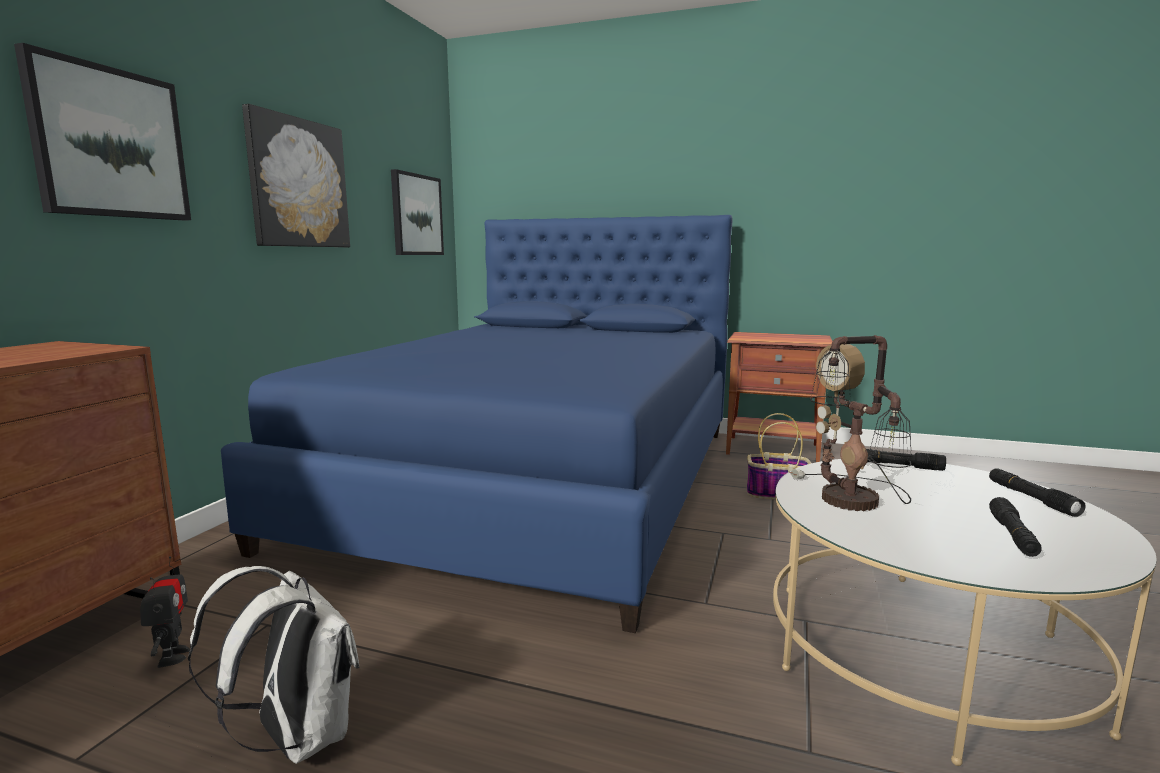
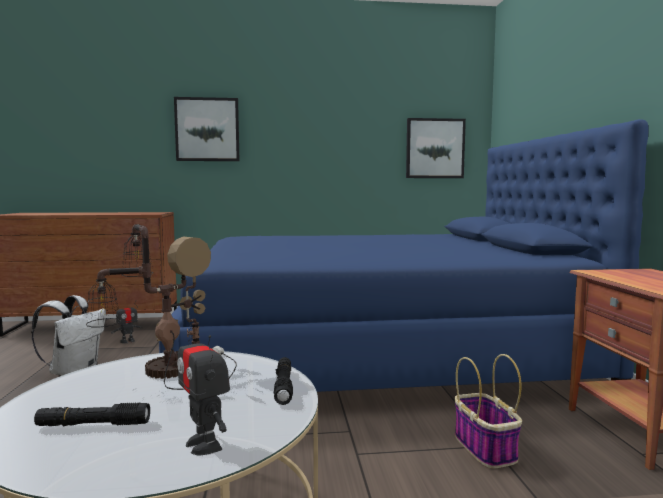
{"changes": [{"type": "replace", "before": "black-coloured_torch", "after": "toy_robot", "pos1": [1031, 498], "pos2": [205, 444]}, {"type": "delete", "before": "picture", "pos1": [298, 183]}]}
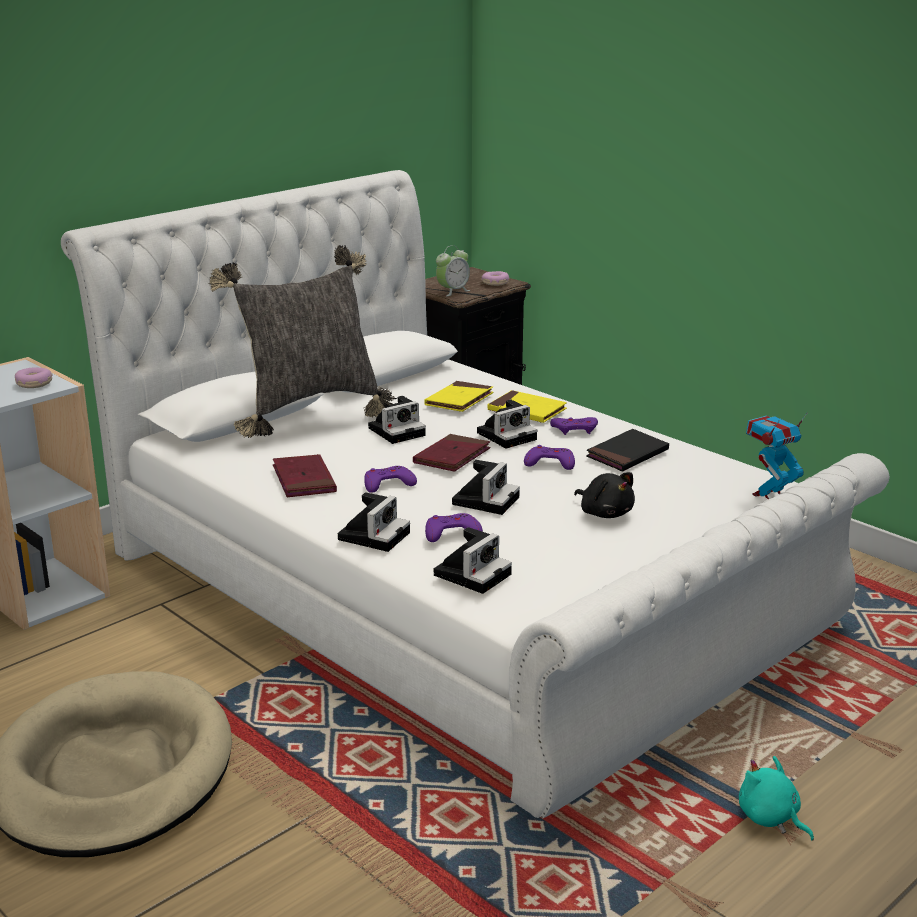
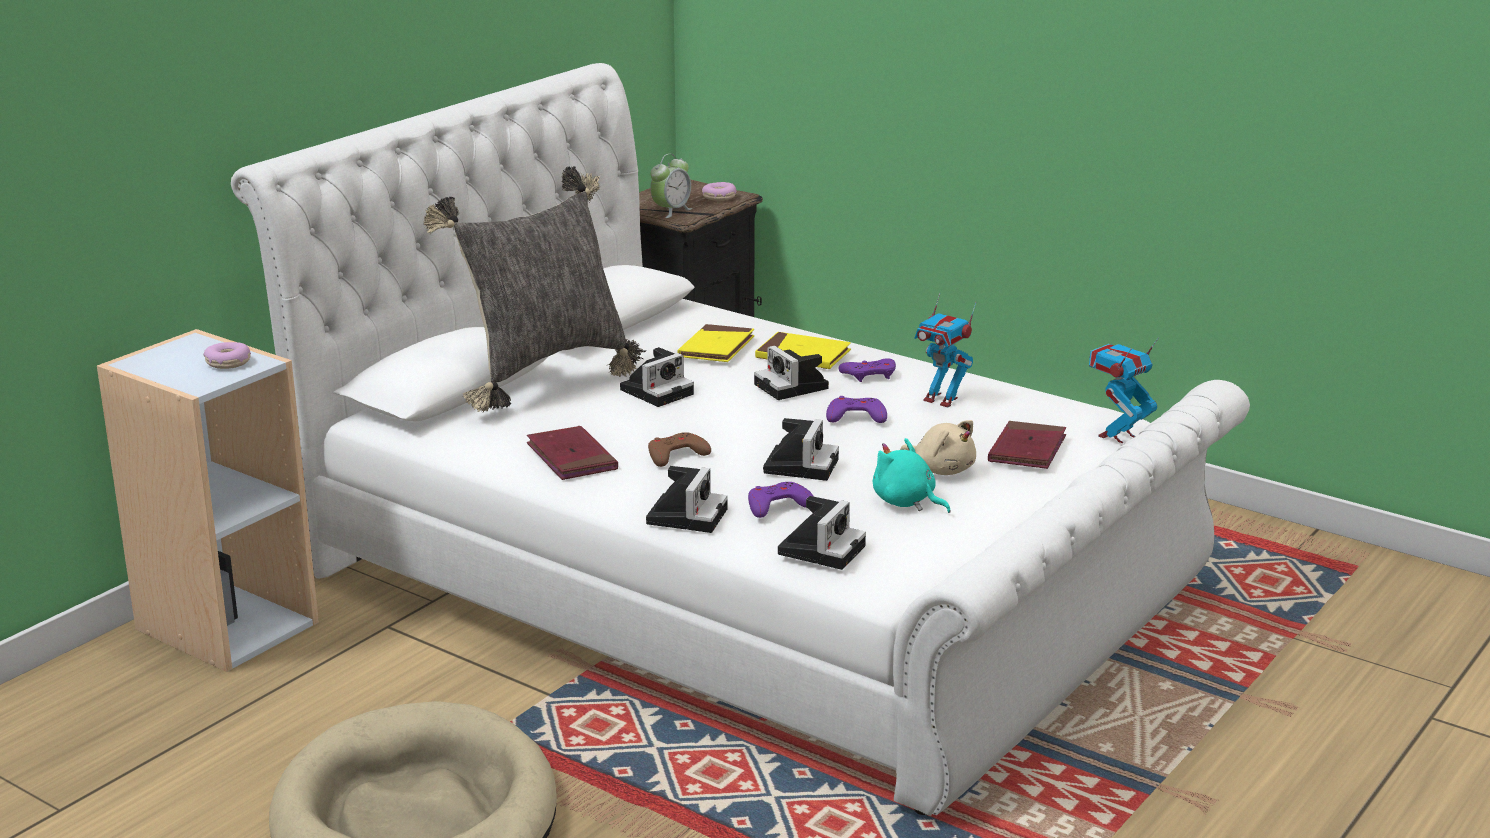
{"changes": [{"type": "recolor", "before": "purple-coloured_joypad", "after": "brown_joypad", "pos1": [388, 484], "pos2": [676, 455]}, {"type": "rotate", "before": "still_camera", "pos1": [508, 435], "pos2": [793, 387], "turn": 105}, {"type": "move", "before": "turquoise_soft_toy", "pos1": [770, 818], "pos2": [906, 502]}, {"type": "recolor", "before": "black-coloured_soft_toy", "after": "beige-coloured_soft_toy", "pos1": [605, 513], "pos2": [941, 469]}, {"type": "replace", "before": "black-coloured_book", "after": "toy_robot", "pos1": [627, 454], "pos2": [942, 400]}, {"type": "move", "before": "reddish_book", "pos1": [452, 457], "pos2": [1027, 450]}]}
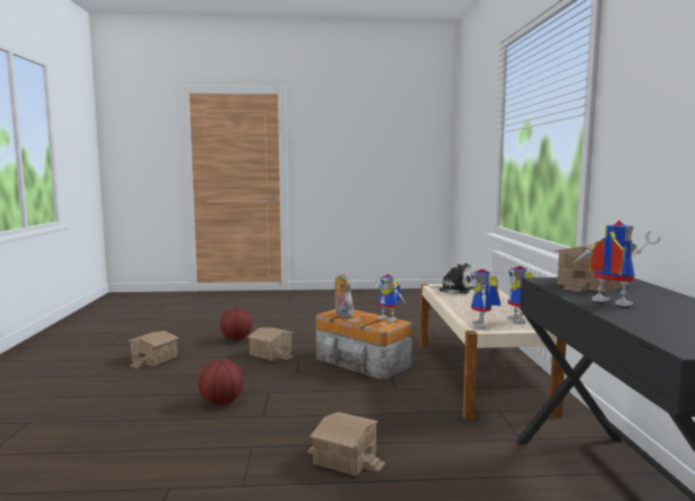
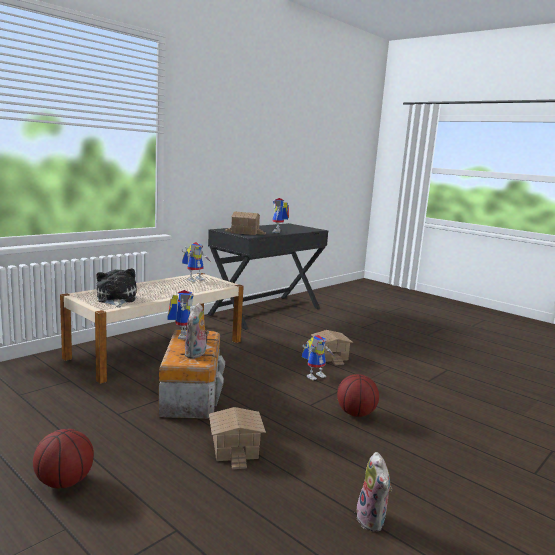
{"changes": [{"type": "move", "before": "basketball", "pos1": [236, 338], "pos2": [64, 482]}, {"type": "move", "before": "toy_robot", "pos1": [483, 326], "pos2": [315, 375]}, {"type": "replace", "before": "model_house", "after": "soft_toy", "pos1": [155, 359], "pos2": [373, 520]}]}
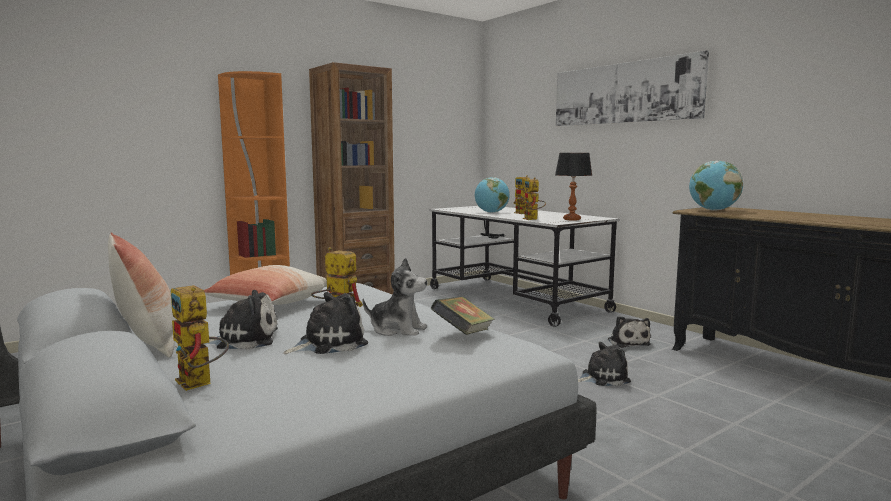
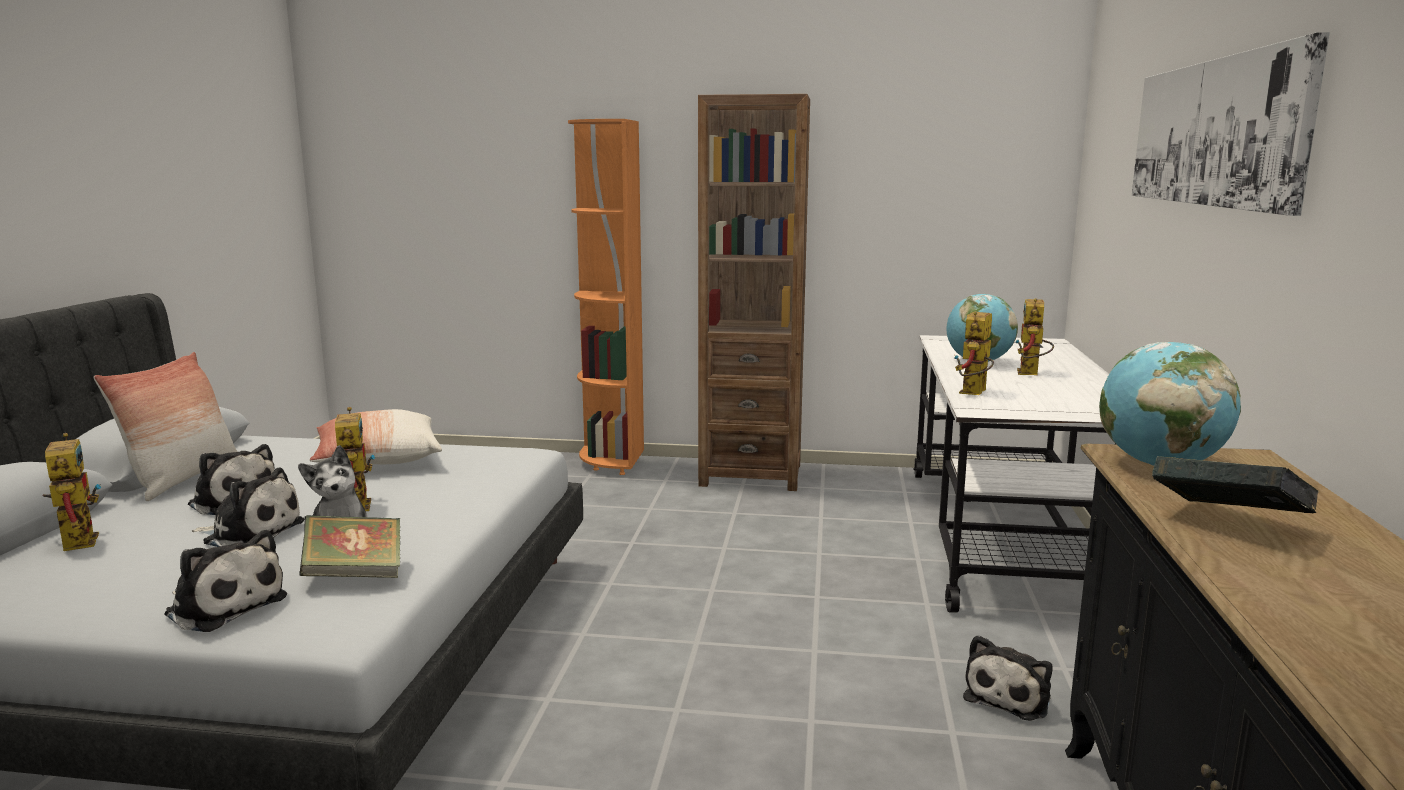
{"changes": [{"type": "rotate", "before": "toy_robot", "pos1": [200, 384], "pos2": [77, 539], "turn": 150}, {"type": "move", "before": "soft_toy", "pos1": [602, 378], "pos2": [224, 605]}, {"type": "insert", "after": "book", "pos2": [1227, 522]}, {"type": "delete", "before": "lamp_for_a_table", "pos1": [572, 219]}]}
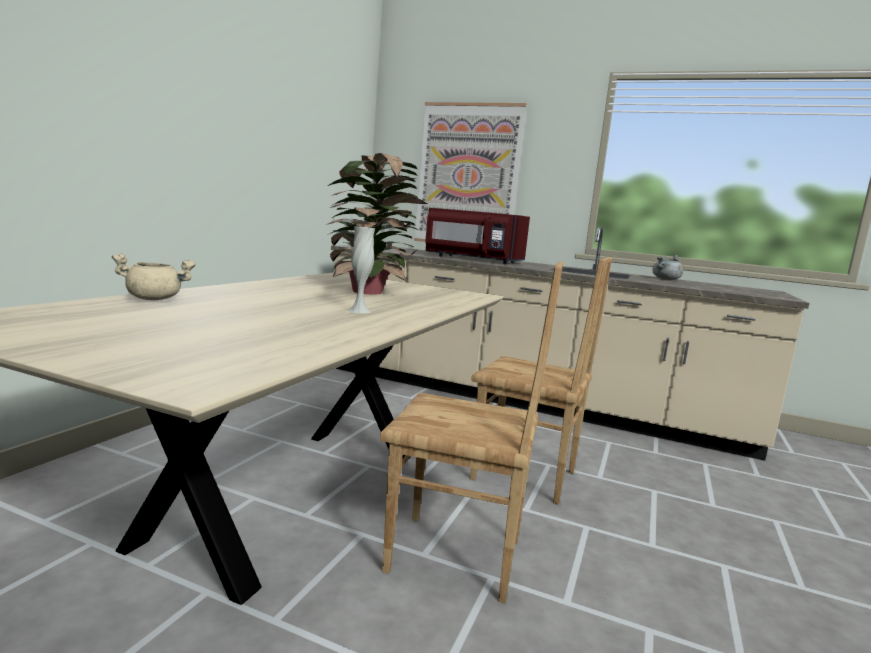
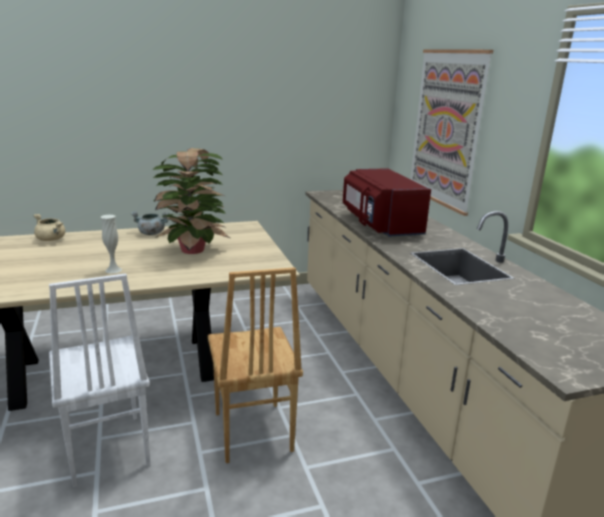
{"changes": [{"type": "recolor", "before": "brown_chair", "after": "white_chair", "pos1": [455, 558], "pos2": [106, 450]}, {"type": "move", "before": "gray_saucepot", "pos1": [666, 279], "pos2": [151, 233]}]}
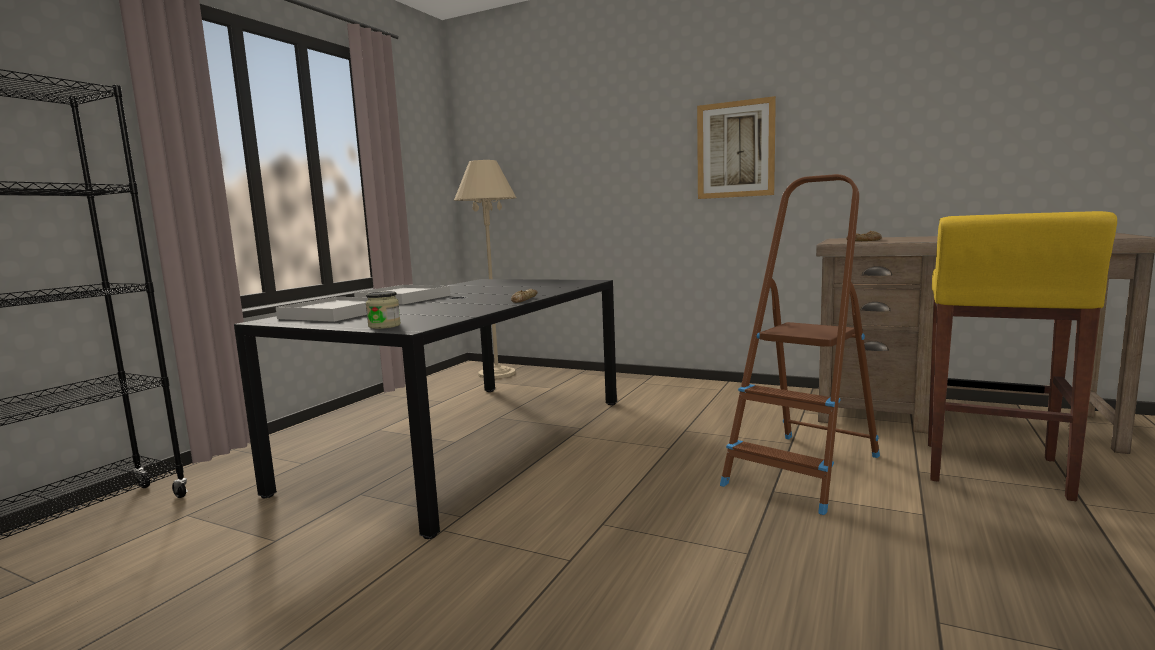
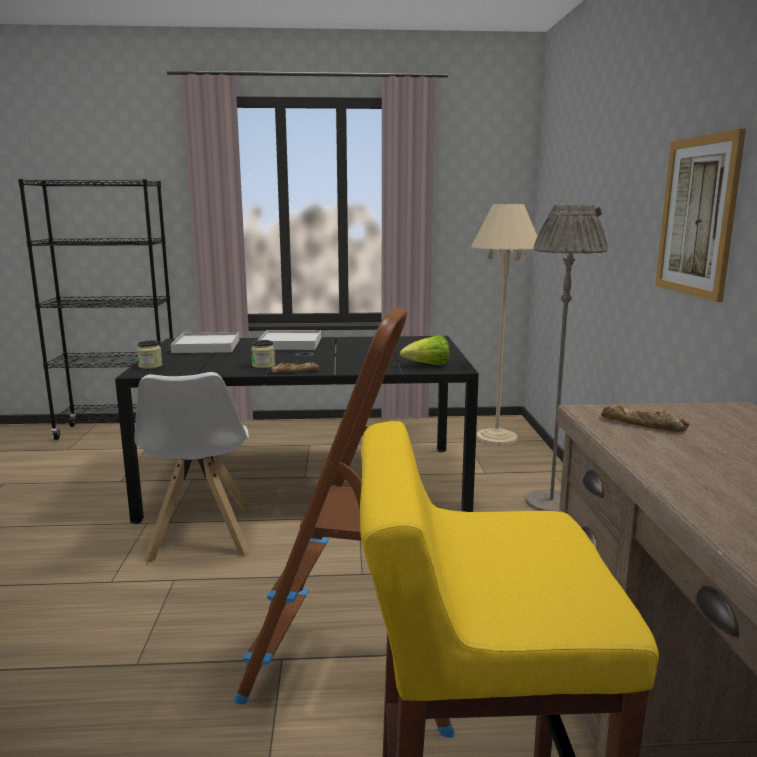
{"changes": [{"type": "insert", "after": "chair", "pos2": [201, 535]}, {"type": "insert", "after": "storage_jar", "pos2": [263, 365]}, {"type": "insert", "after": "lettuce_head", "pos2": [427, 365]}, {"type": "insert", "after": "gray_standard_lamp", "pos2": [551, 502]}]}
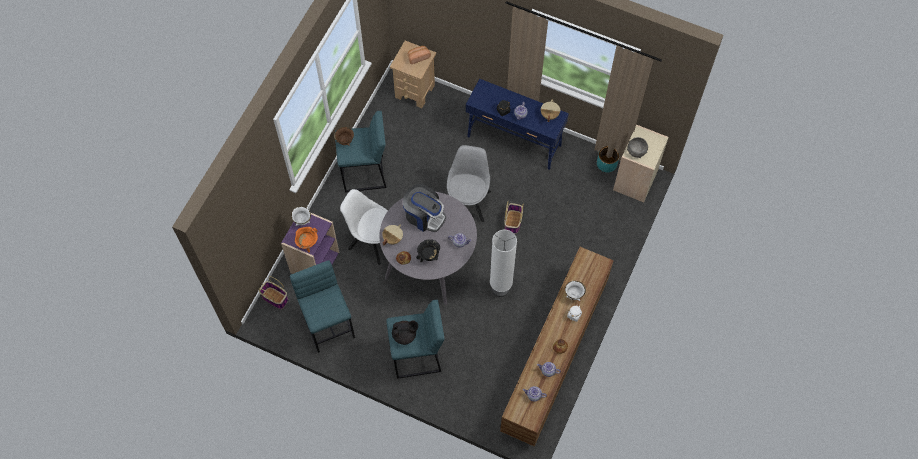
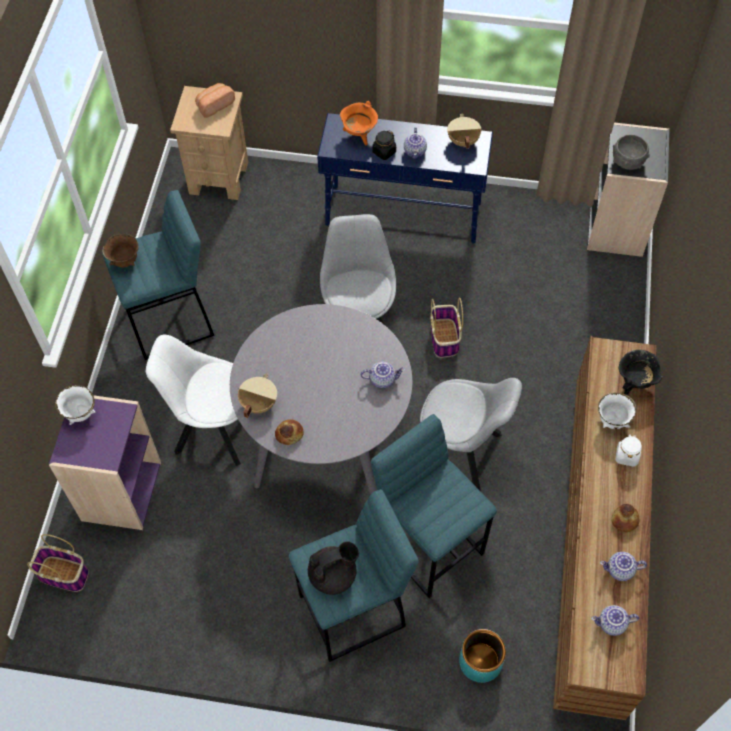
{"changes": [{"type": "move", "before": "orange-coloured_saucepot", "pos1": [307, 243], "pos2": [359, 135]}, {"type": "move", "before": "turquoise_stool", "pos1": [328, 325], "pos2": [428, 544]}, {"type": "replace", "before": "white_standard_lamp", "after": "gray_chair", "pos1": [500, 289], "pos2": [461, 452]}, {"type": "move", "before": "turquoise_planter", "pos1": [607, 163], "pos2": [481, 661]}, {"type": "recolor", "before": "beige-coloured_bookcase", "after": "black-coloured_bookcase", "pos1": [635, 181], "pos2": [617, 228]}, {"type": "move", "before": "black-coloured_saucepot", "pos1": [429, 256], "pos2": [634, 383]}, {"type": "delete", "before": "coffee_machine", "pos1": [424, 215]}]}
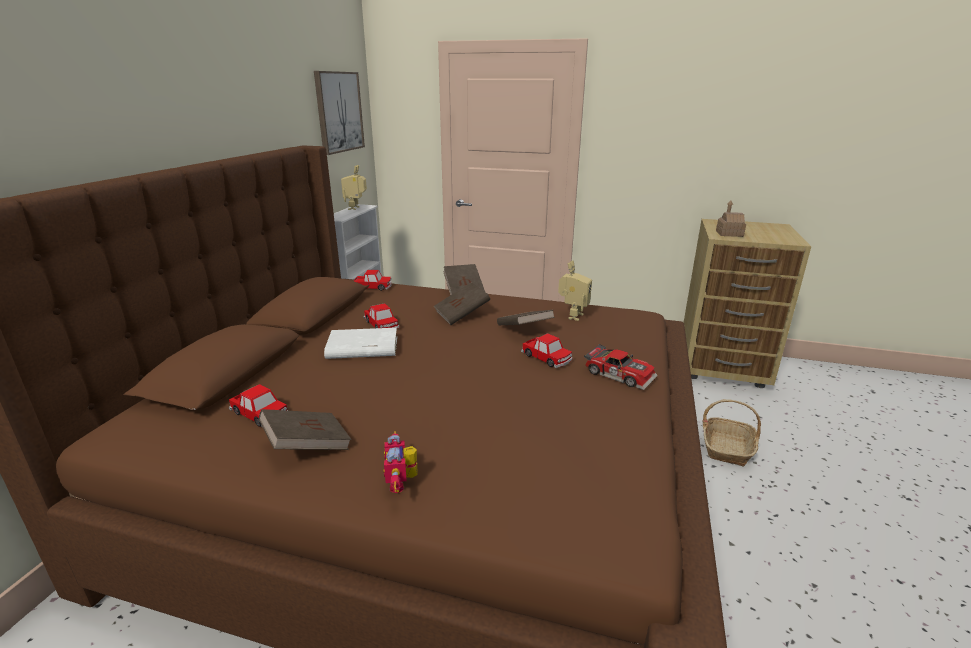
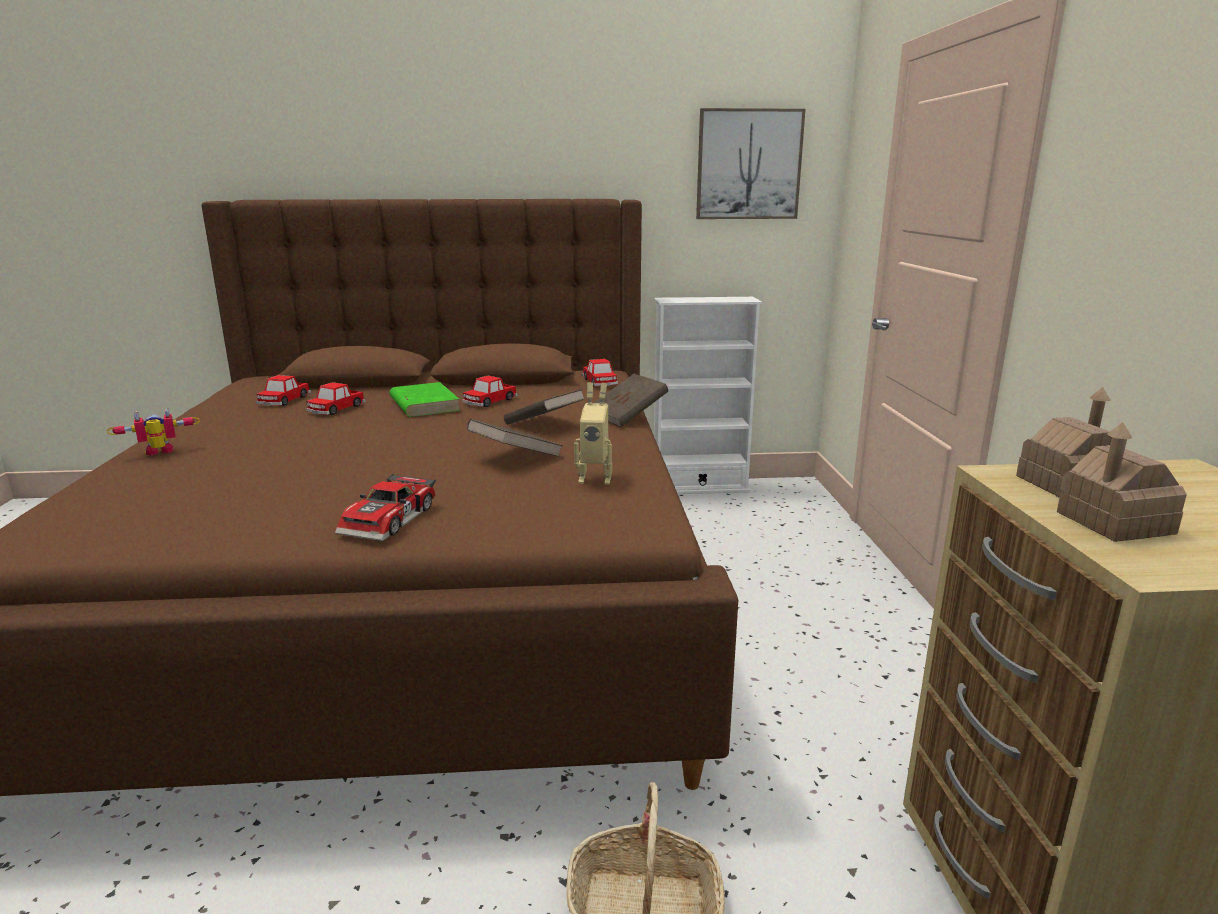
{"changes": [{"type": "move", "before": "toy_car", "pos1": [546, 358], "pos2": [336, 409]}, {"type": "recolor", "before": "white_book", "after": "greenish_book", "pos1": [362, 348], "pos2": [424, 404]}, {"type": "insert", "after": "model_house", "pos2": [1114, 523]}, {"type": "delete", "before": "brown_book", "pos1": [307, 445]}, {"type": "delete", "before": "toy_robot", "pos1": [356, 208]}]}
